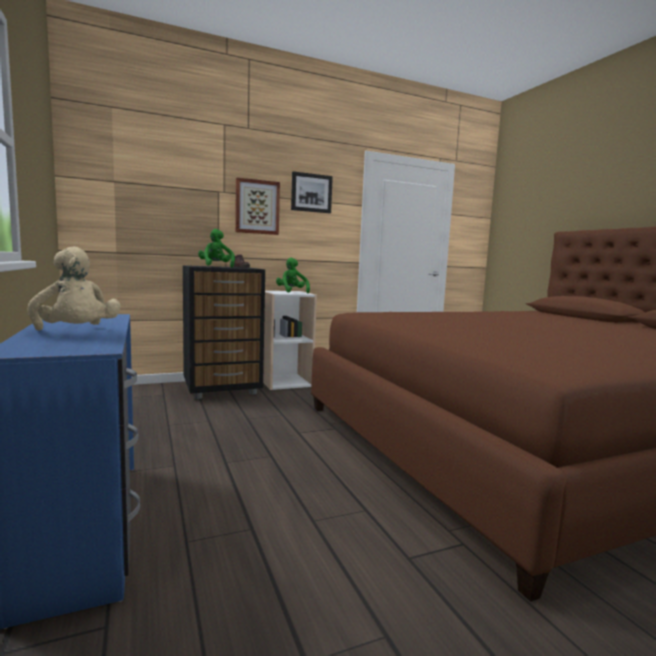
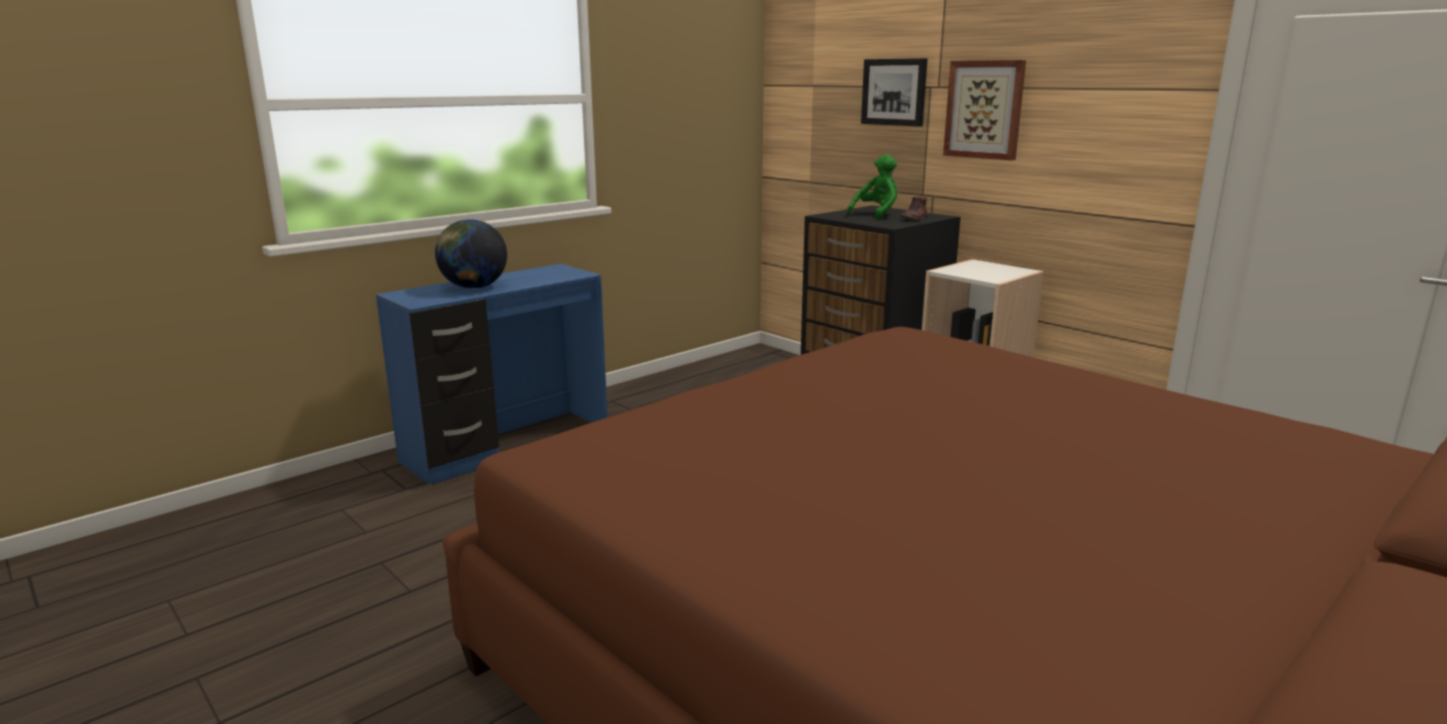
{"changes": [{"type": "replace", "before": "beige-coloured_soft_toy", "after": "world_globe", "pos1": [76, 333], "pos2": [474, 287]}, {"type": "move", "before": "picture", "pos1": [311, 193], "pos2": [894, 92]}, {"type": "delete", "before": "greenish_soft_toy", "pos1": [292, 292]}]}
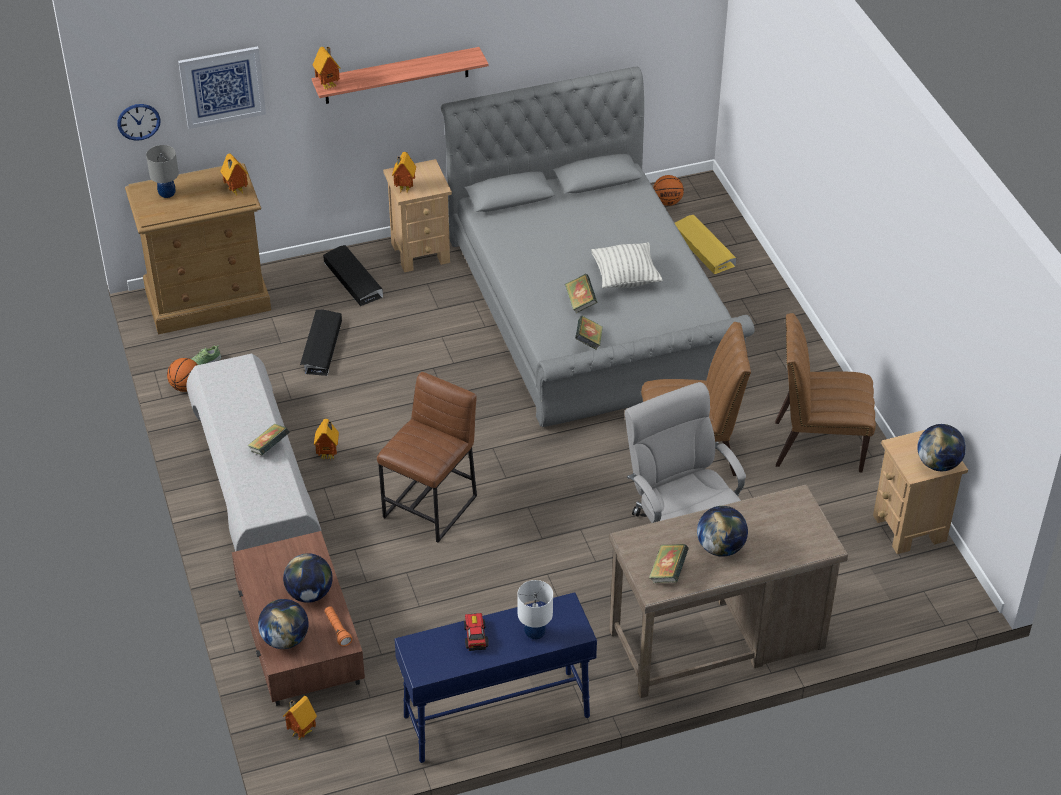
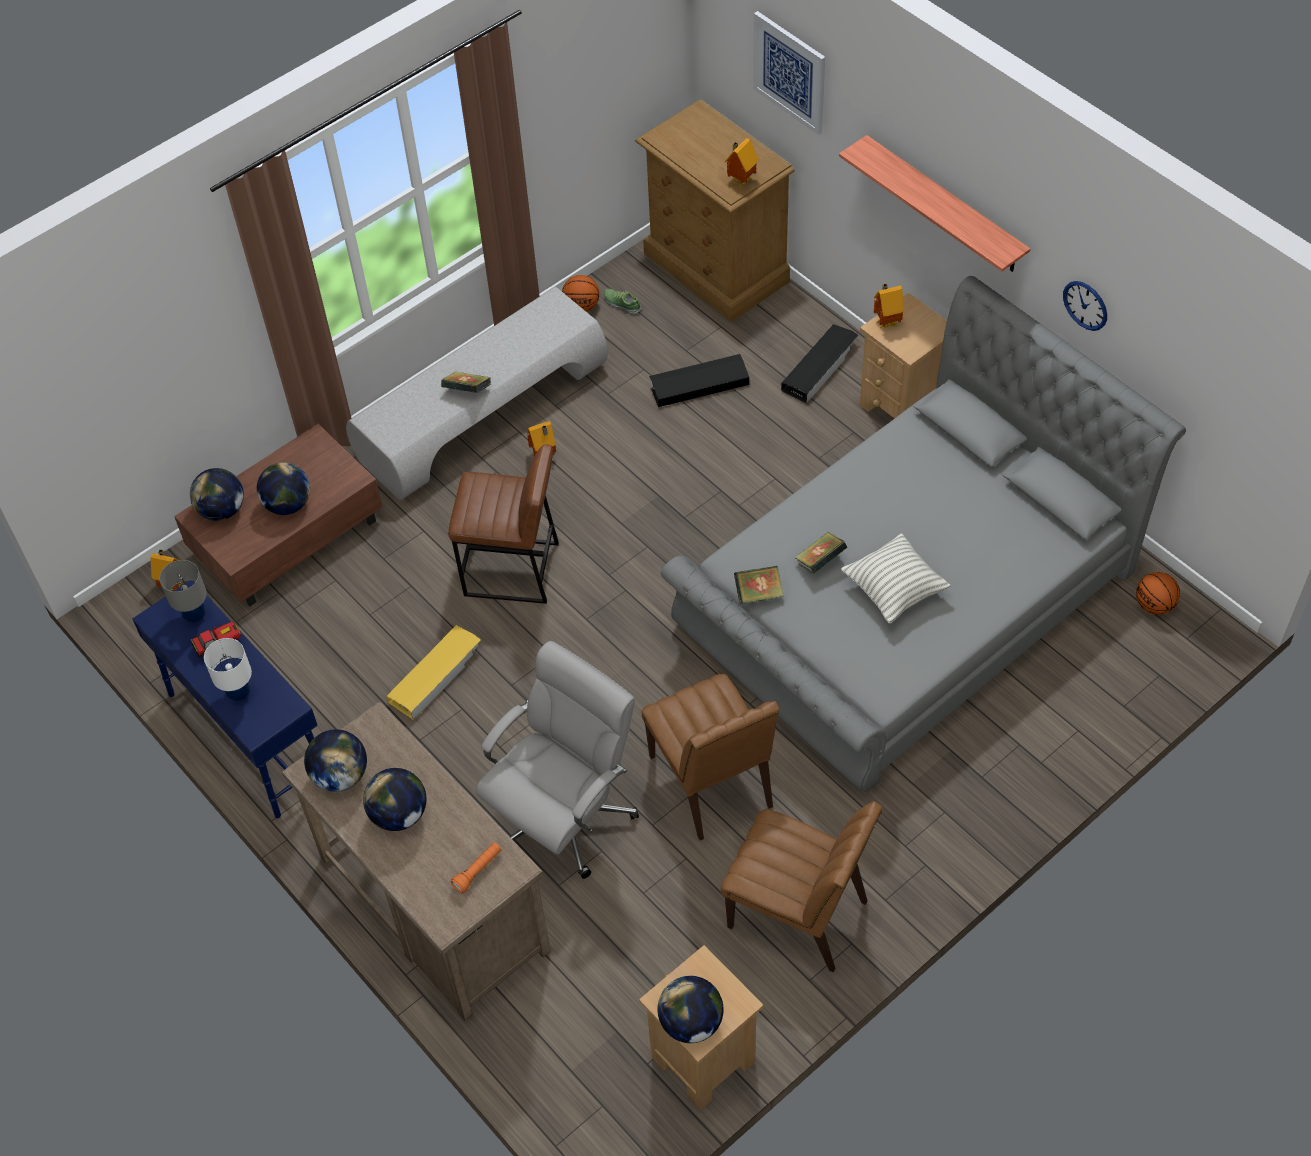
{"changes": [{"type": "move", "before": "gray_lamp_for_a_table", "pos1": [168, 194], "pos2": [195, 616]}, {"type": "replace", "before": "book", "after": "world_globe", "pos1": [668, 572], "pos2": [340, 775]}, {"type": "move", "before": "yellowish_storage_box", "pos1": [703, 248], "pos2": [436, 675]}, {"type": "move", "before": "orange-coloured_torch", "pos1": [337, 630], "pos2": [478, 871]}, {"type": "rotate", "before": "brown_chair", "pos1": [818, 446], "pos2": [796, 914], "turn": 135}, {"type": "move", "before": "clock_on_the_wall", "pos1": [138, 121], "pos2": [1085, 305]}, {"type": "delete", "before": "model_house", "pos1": [329, 85]}]}
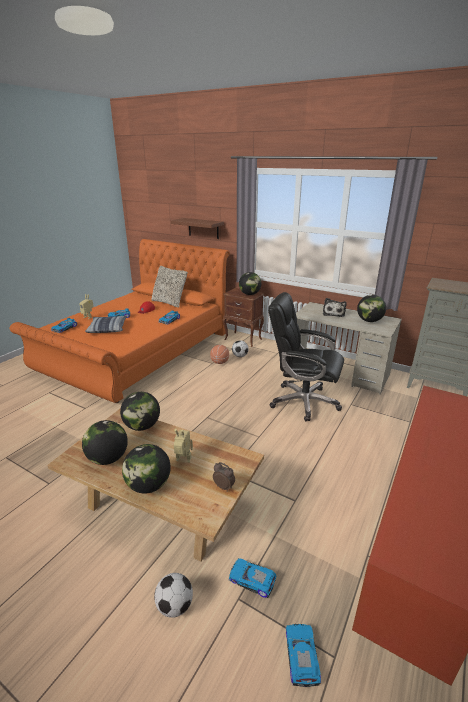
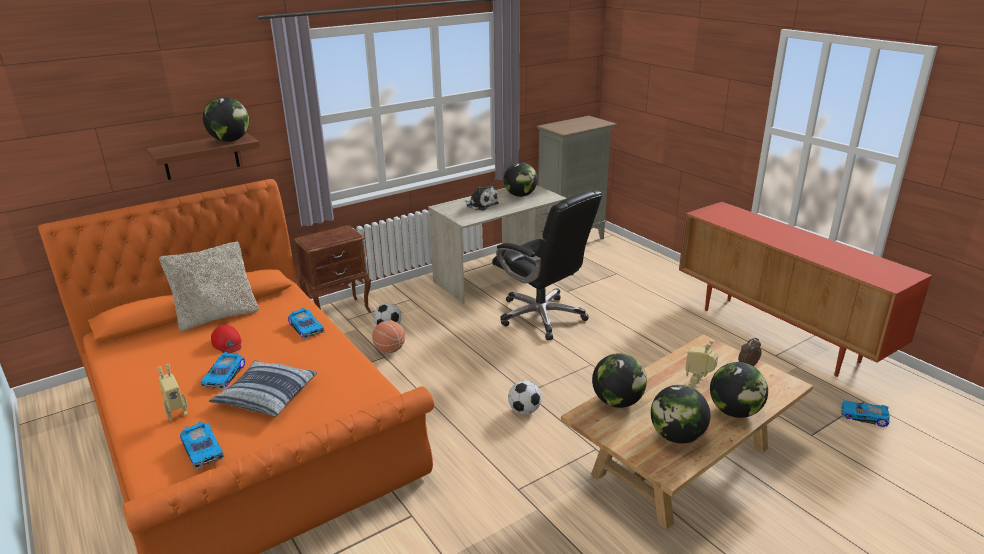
{"changes": [{"type": "move", "before": "world_globe", "pos1": [249, 294], "pos2": [230, 140]}, {"type": "rotate", "before": "black-coloured_computer_chair", "pos1": [303, 402], "pos2": [541, 317], "turn": -90}, {"type": "move", "before": "ball_for_football", "pos1": [175, 606], "pos2": [524, 411]}, {"type": "delete", "before": "toy_car", "pos1": [252, 580]}]}
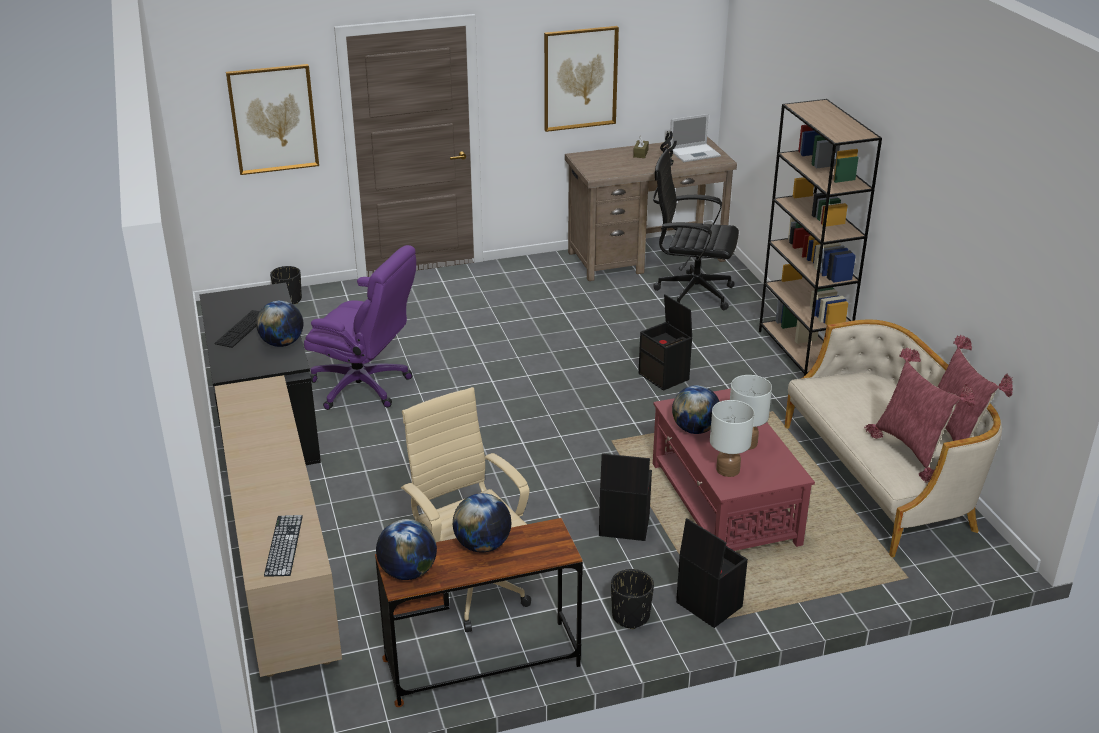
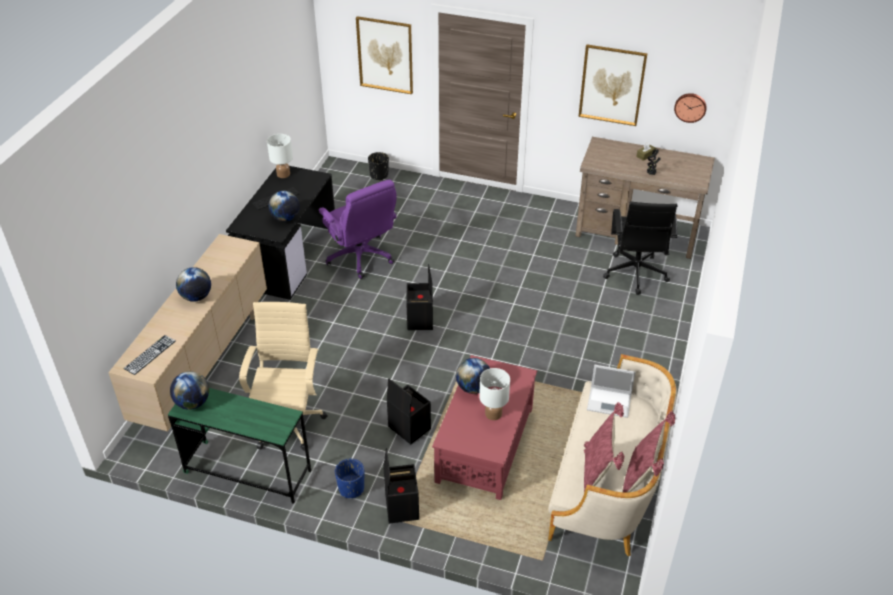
{"changes": [{"type": "recolor", "before": "brown_desk_unit", "after": "greenish_desk_unit", "pos1": [482, 663], "pos2": [247, 472]}, {"type": "move", "before": "world_globe", "pos1": [483, 545], "pos2": [196, 297]}, {"type": "move", "before": "white_lamp_for_a_table", "pos1": [727, 470], "pos2": [283, 174]}, {"type": "recolor", "before": "black-coloured_planter", "after": "blue_planter", "pos1": [630, 616], "pos2": [351, 489]}, {"type": "move", "before": "black-coloured_storage_box", "pos1": [664, 377], "pos2": [420, 320]}, {"type": "move", "before": "notebook_computer", "pos1": [695, 153], "pos2": [610, 402]}, {"type": "rotate", "before": "black-coloured_computer_chair", "pos1": [690, 293], "pos2": [635, 275], "turn": -135}, {"type": "insert", "after": "clock_on_the_wall", "pos2": [690, 107]}, {"type": "delete", "before": "beige-coloured_bookcase", "pos1": [802, 352]}]}
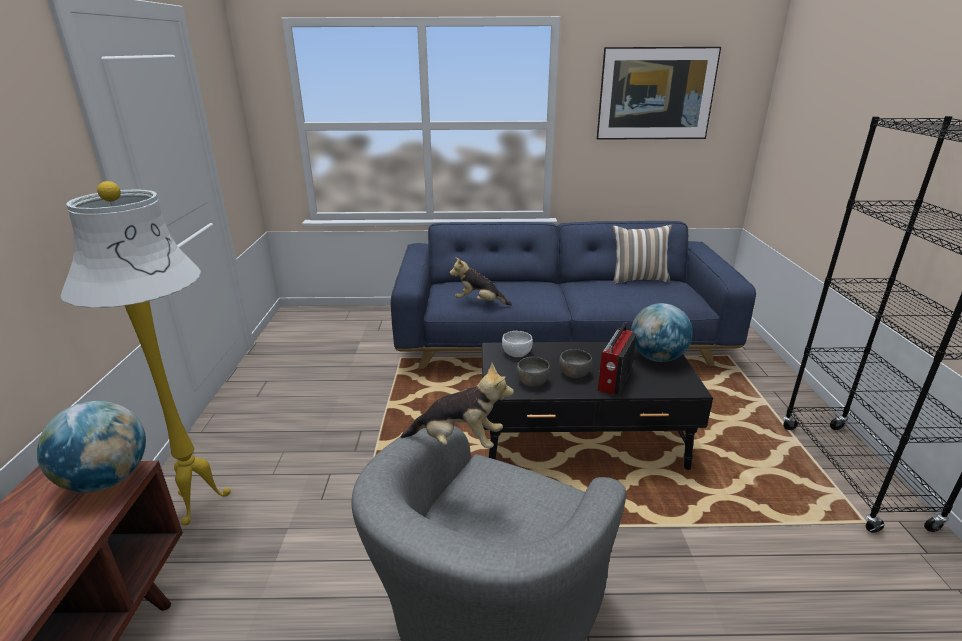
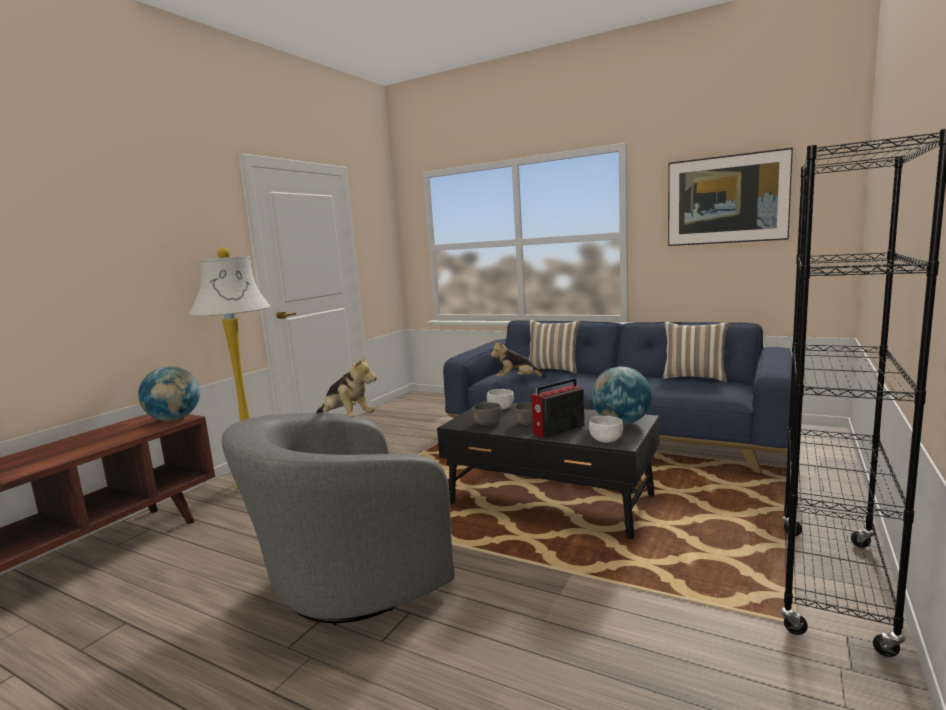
{"changes": [{"type": "rotate", "before": "soft_toy", "pos1": [479, 302], "pos2": [517, 380], "turn": -45}, {"type": "insert", "after": "throw_pillow", "pos2": [554, 369]}, {"type": "insert", "after": "white_bowl", "pos2": [605, 439]}]}
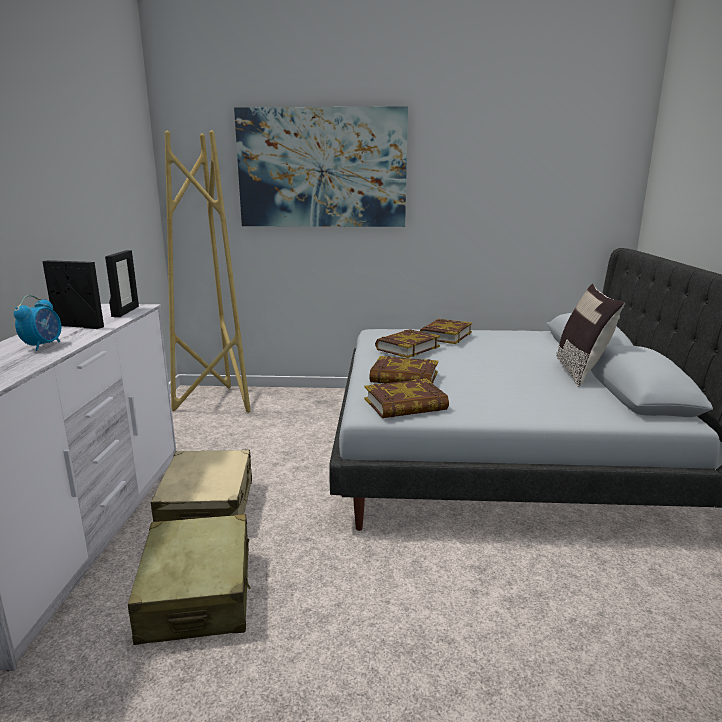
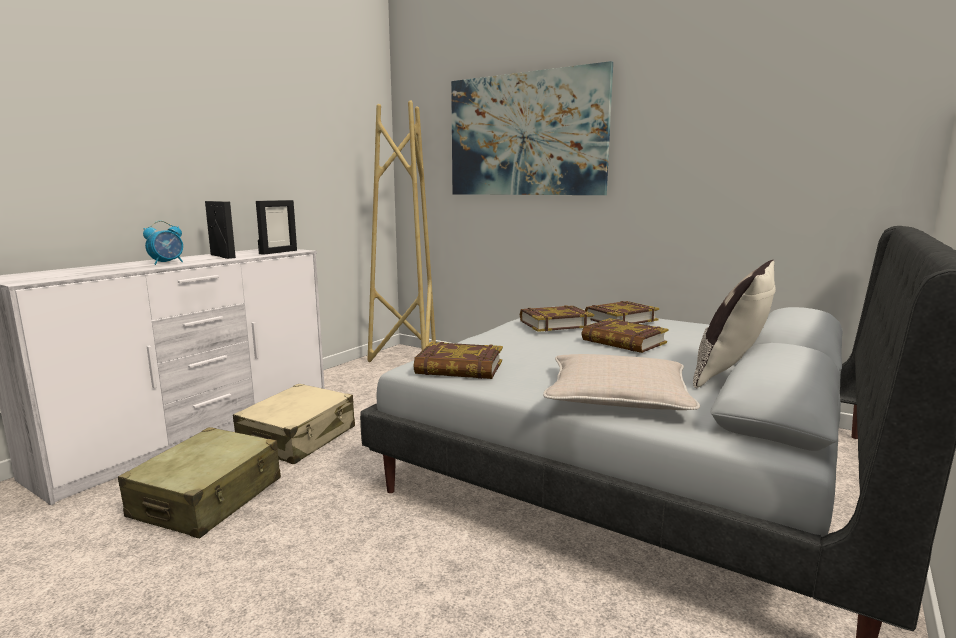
{"changes": [{"type": "insert", "after": "beige-coloured_throw_pillow", "pos2": [617, 395]}, {"type": "move", "before": "book", "pos1": [404, 378], "pos2": [623, 342]}]}
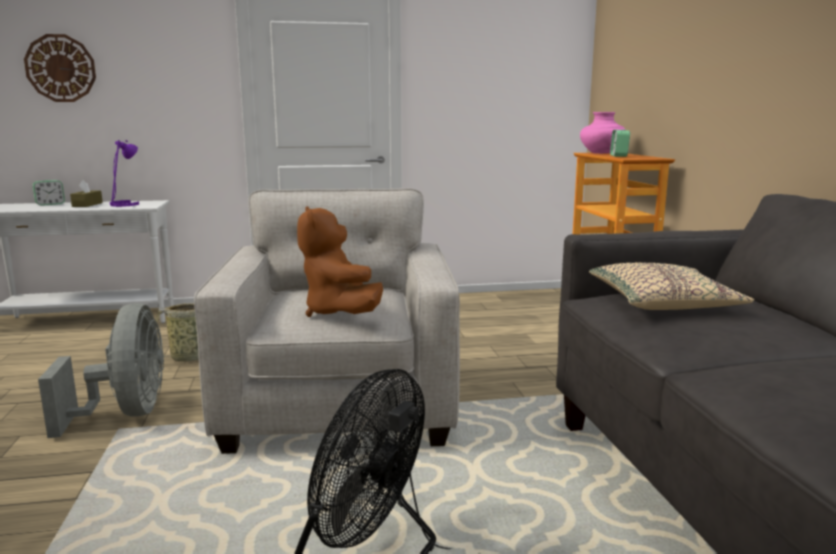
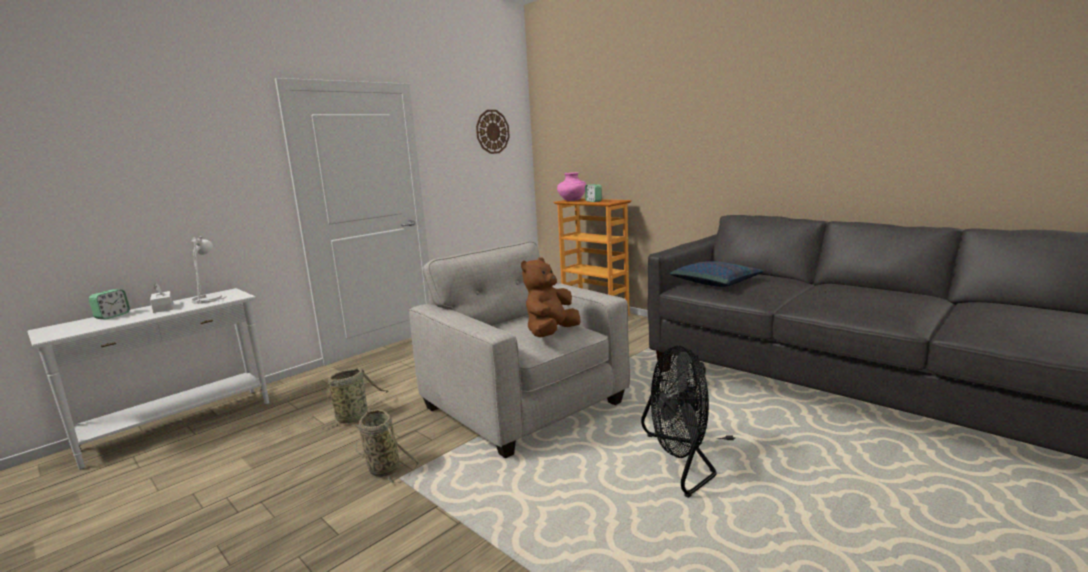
{"changes": [{"type": "recolor", "before": "brown_tissue_box", "after": "white_tissue_box", "pos1": [87, 204], "pos2": [163, 308]}, {"type": "recolor", "before": "purple-coloured_lamp_for_a_table", "after": "white_lamp_for_a_table", "pos1": [126, 204], "pos2": [209, 299]}, {"type": "replace", "before": "gray_electric_fan", "after": "household_basket", "pos1": [126, 414], "pos2": [382, 468]}, {"type": "move", "before": "clock_on_the_wall", "pos1": [60, 68], "pos2": [492, 131]}, {"type": "rotate", "before": "brown_soft_toy", "pos1": [339, 312], "pos2": [551, 333], "turn": 90}, {"type": "recolor", "before": "beige-coloured_throw_pillow", "after": "blue_throw_pillow", "pos1": [663, 303], "pos2": [716, 282]}]}
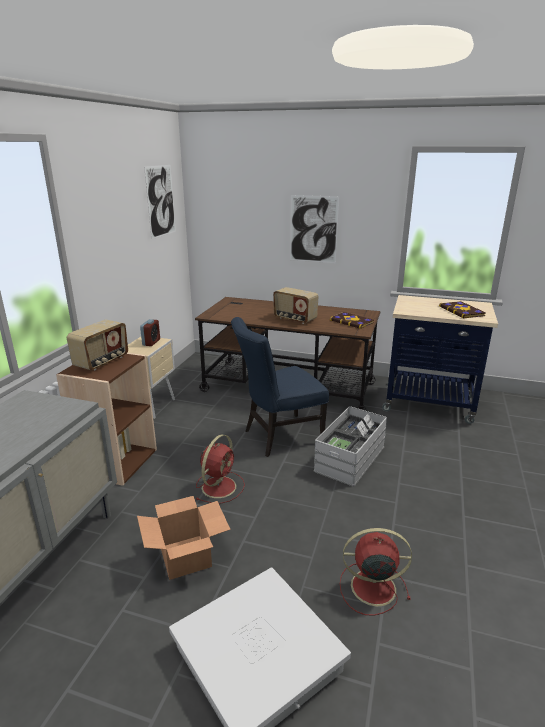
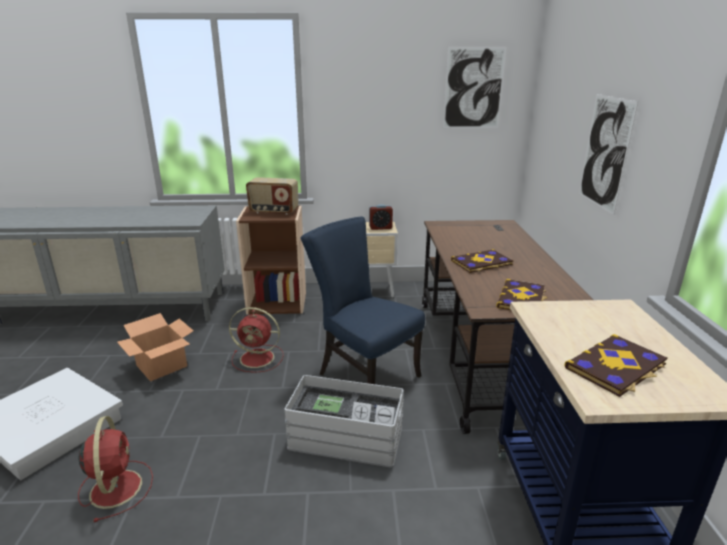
{"changes": [{"type": "replace", "before": "radio_set", "after": "book", "pos1": [294, 319], "pos2": [482, 263]}]}
